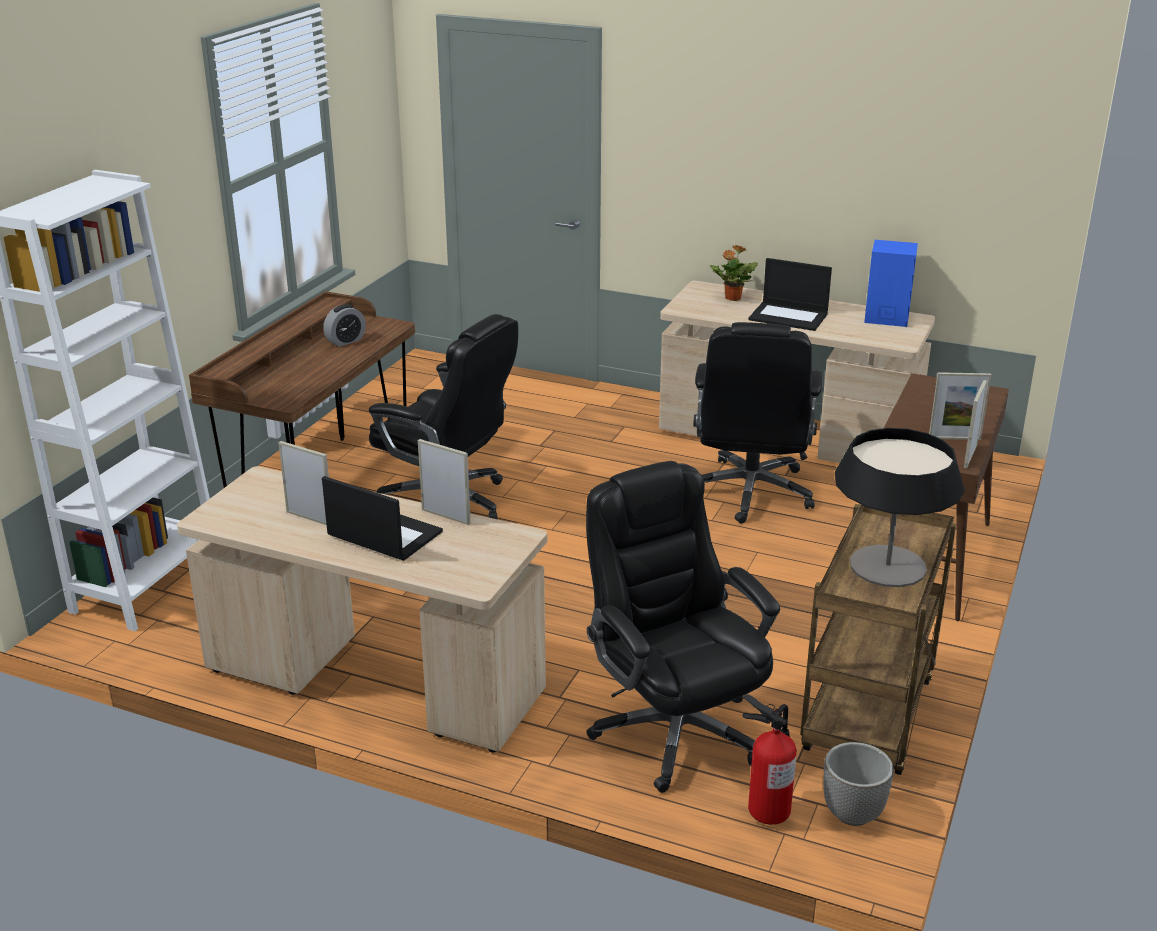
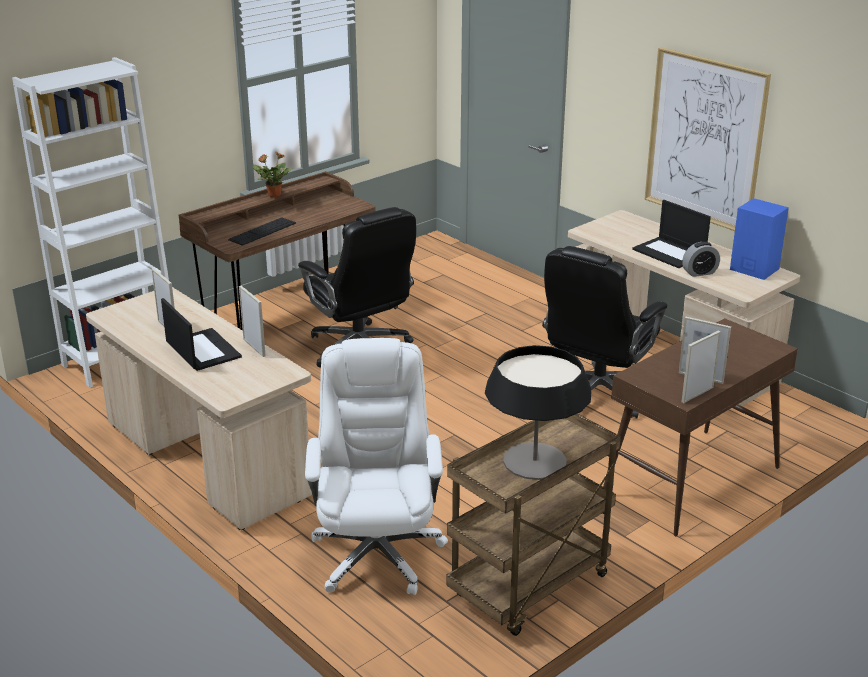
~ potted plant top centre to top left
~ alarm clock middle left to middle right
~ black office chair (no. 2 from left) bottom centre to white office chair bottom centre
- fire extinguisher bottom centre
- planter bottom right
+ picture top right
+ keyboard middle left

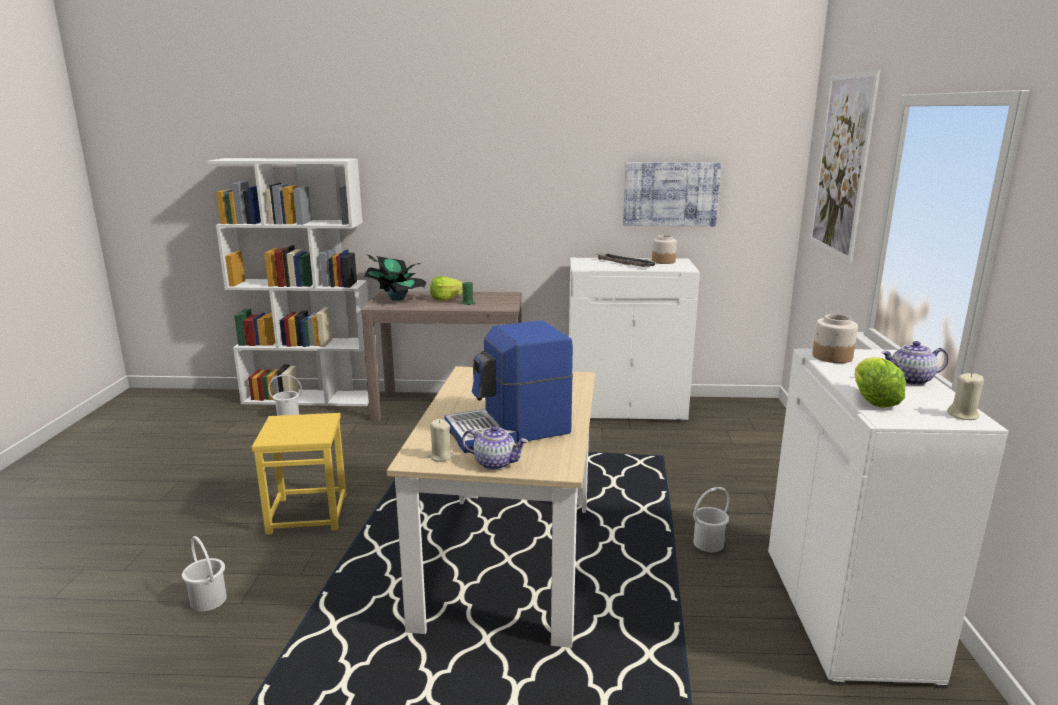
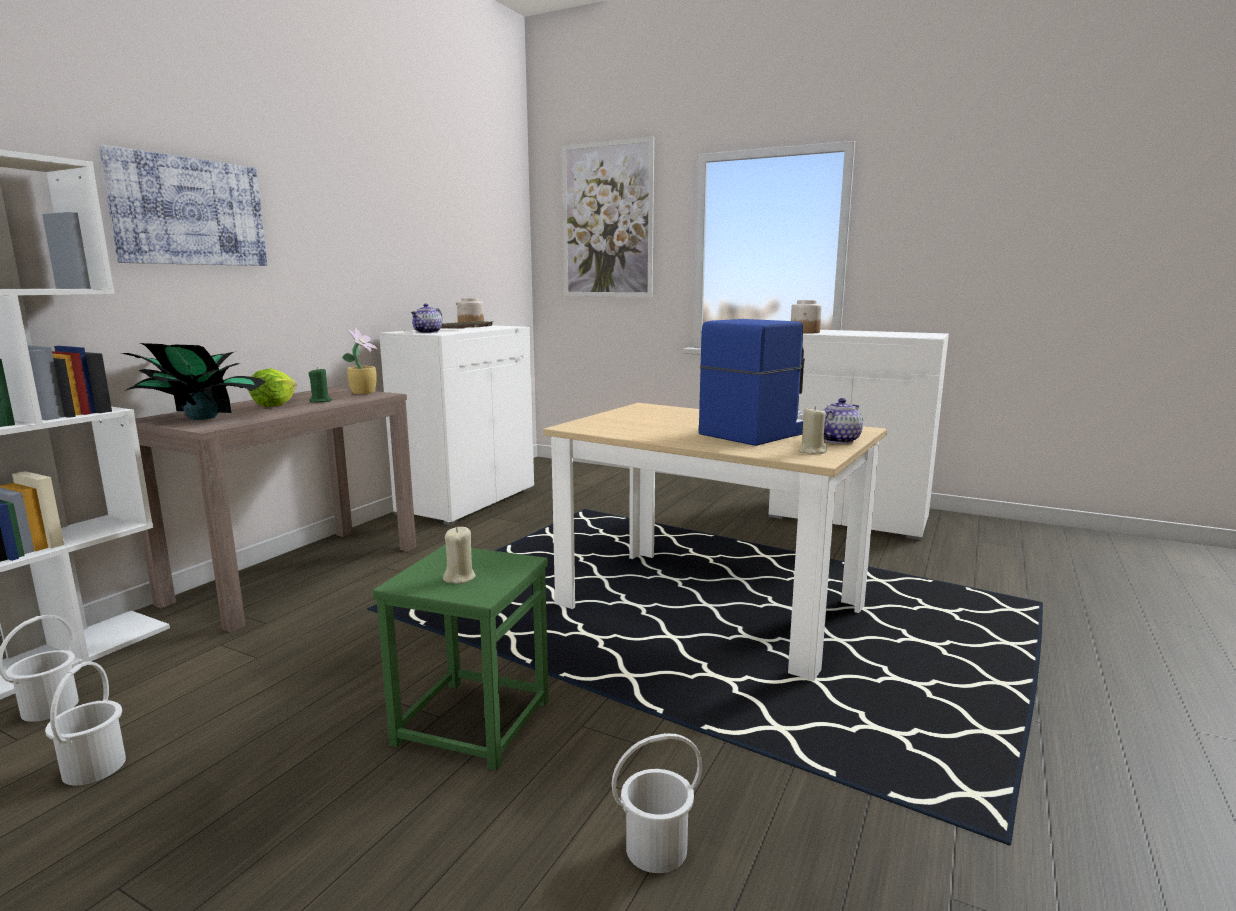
~ picture (no. 1 from left) top centre to top left
~ coffee machine centre = centre 135 degrees counterclockwise
~ teapot (no. 2 from left in the first image) middle right to teapot (no. 1 from left) centre
- lettuce (no. 2 from left) middle right
~ beige candle (no. 2 from left in the first image) middle right to beige candle (no. 1 from left) centre
~ yellow stool bottom left to green stool bottom centre
~ white bucket (no. 3 from left in the first image) bottom right to white bucket (no. 2 from left) bottom left
+ potted plant (no. 2 from left) middle left

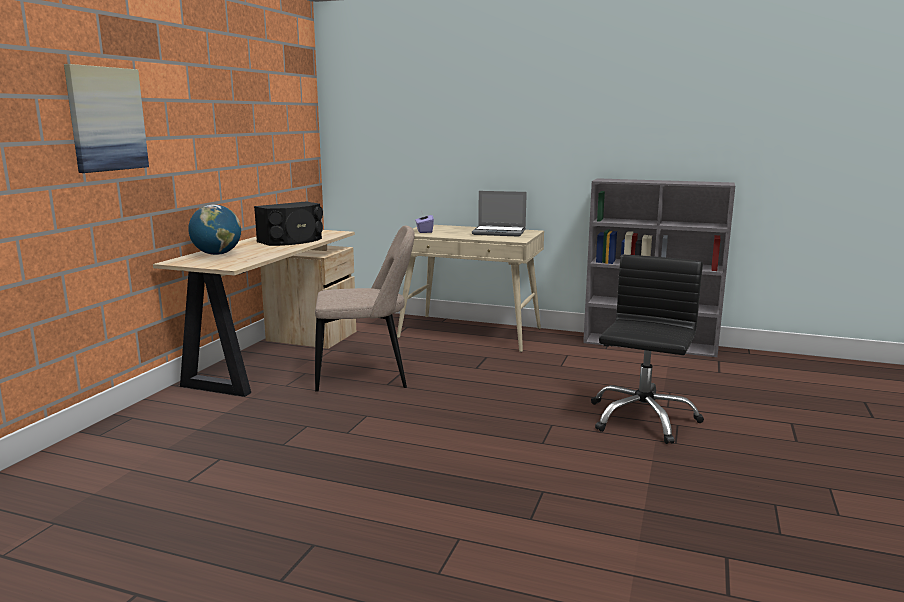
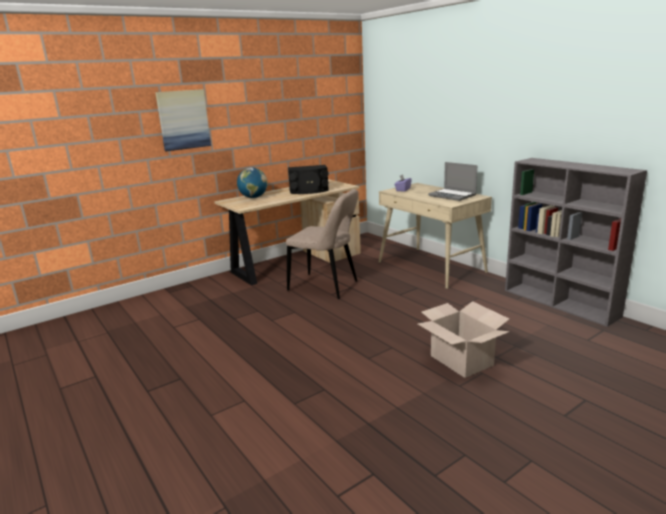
~ black office chair middle right to cardboard box middle right

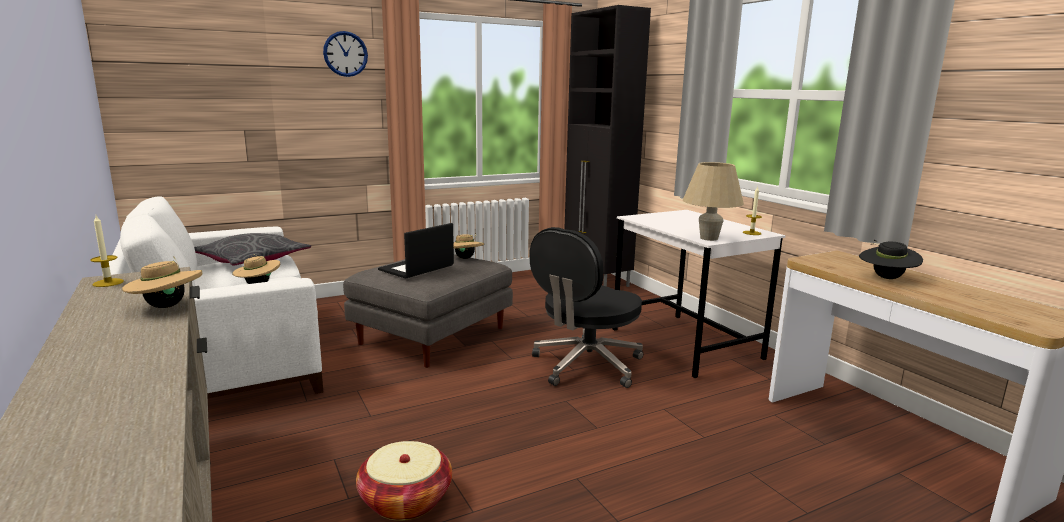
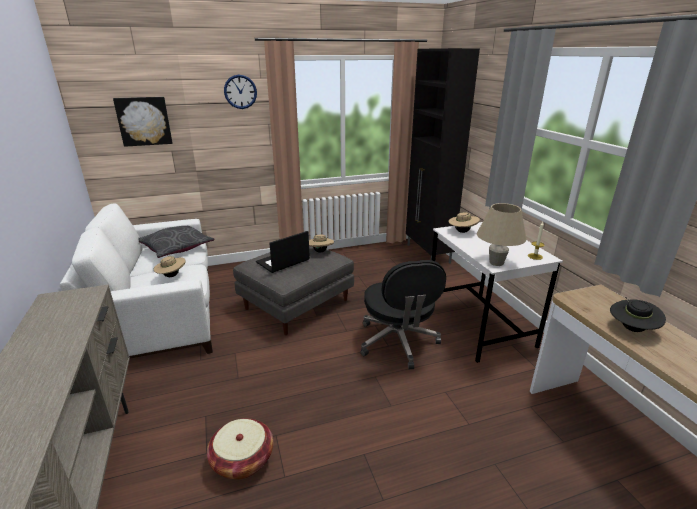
- candle (no. 1 from left) middle left
~ black office chair centre = centre 60 degrees counterclockwise
~ beige hat (no. 1 from left in the first image) middle left to beige hat (no. 3 from left) centre
+ picture top left

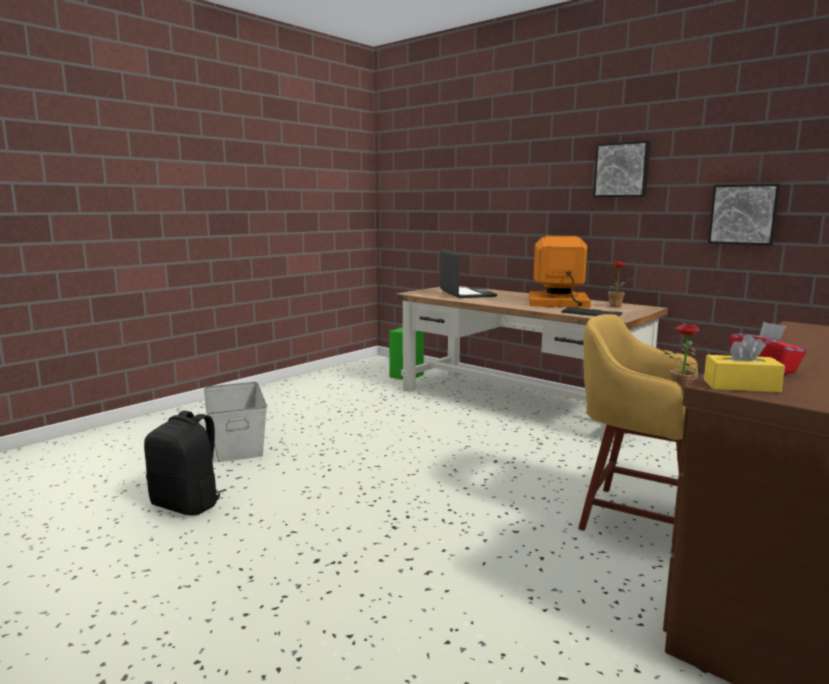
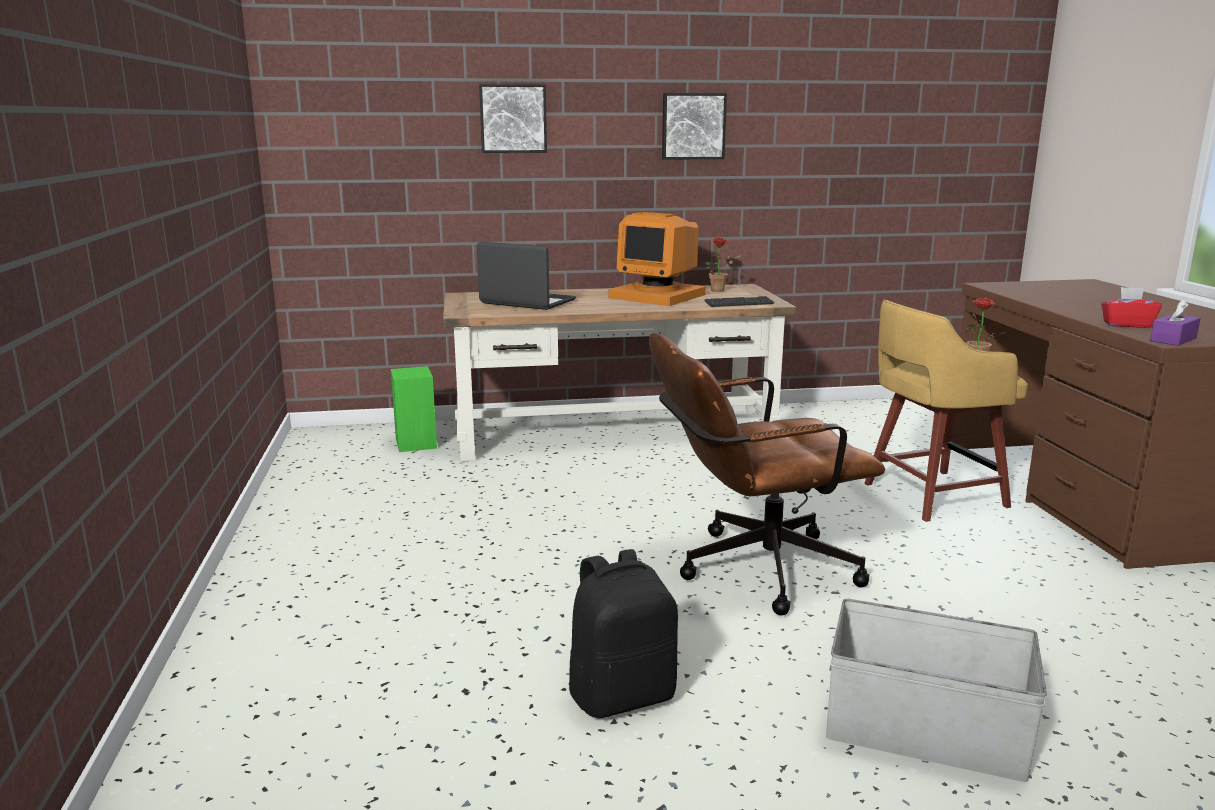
~ picture (no. 2 from left in the first image) top right to picture (no. 1 from left) top centre
~ monitor middle right = top centre 105 degrees counterclockwise
~ yellow tissue box middle right to purple tissue box middle right
~ grey storage box middle left to bottom right
+ brown office chair centre

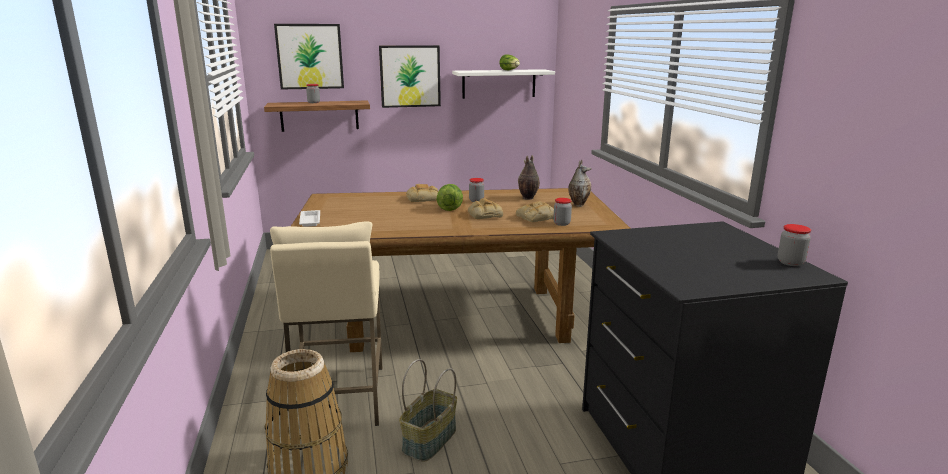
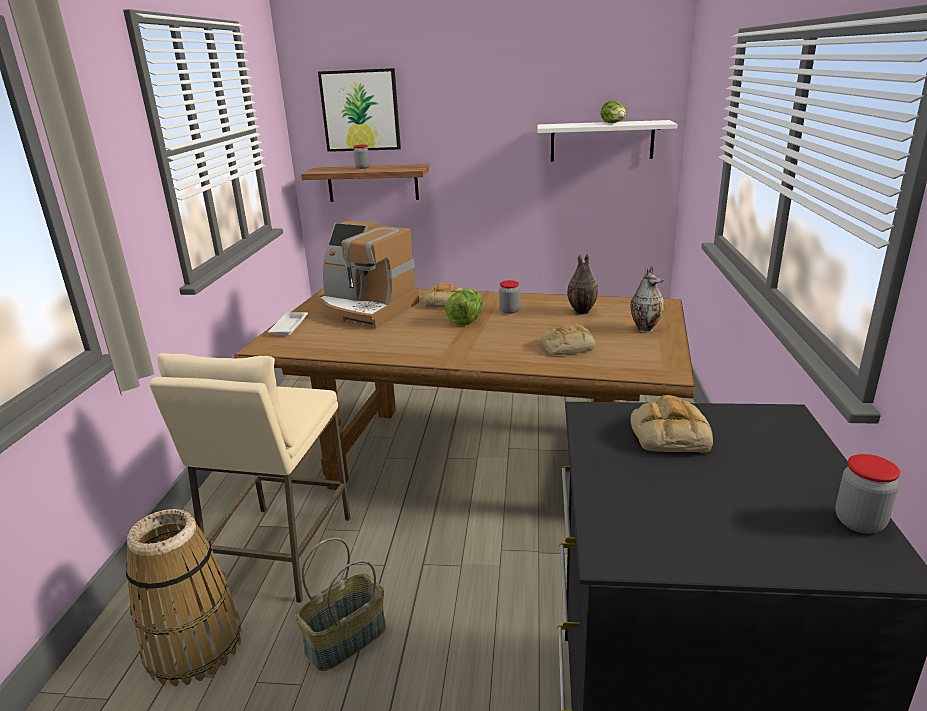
- picture (no. 2 from left) top centre
~ bread (no. 2 from left in the first image) centre to bread (no. 3 from left) middle right
- jar (no. 3 from left) centre
+ coffee machine centre

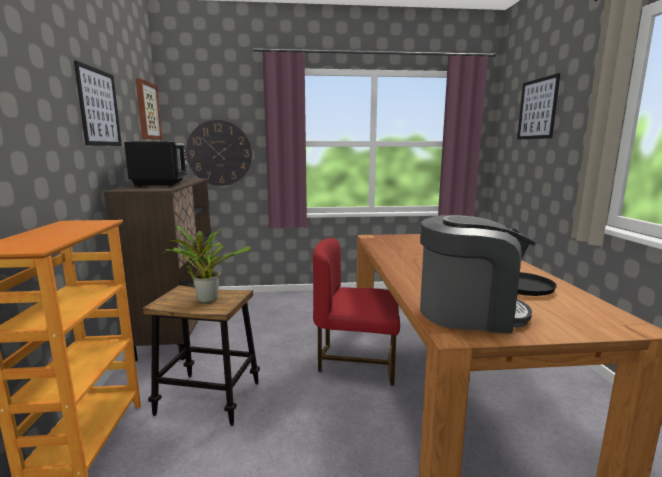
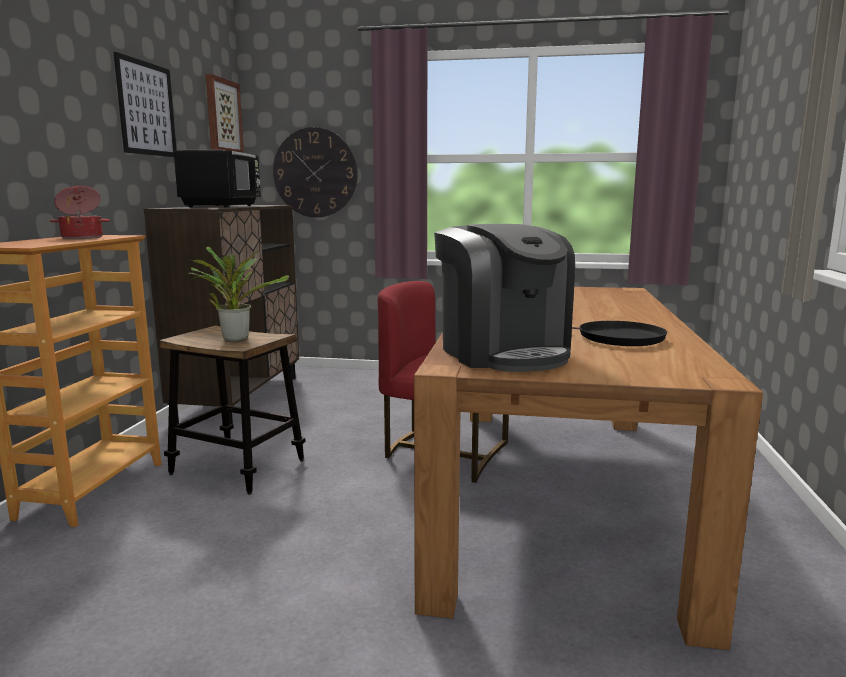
- picture (no. 3 from left) top right
~ coffee machine middle right = centre 45 degrees clockwise
+ cooking pot top left

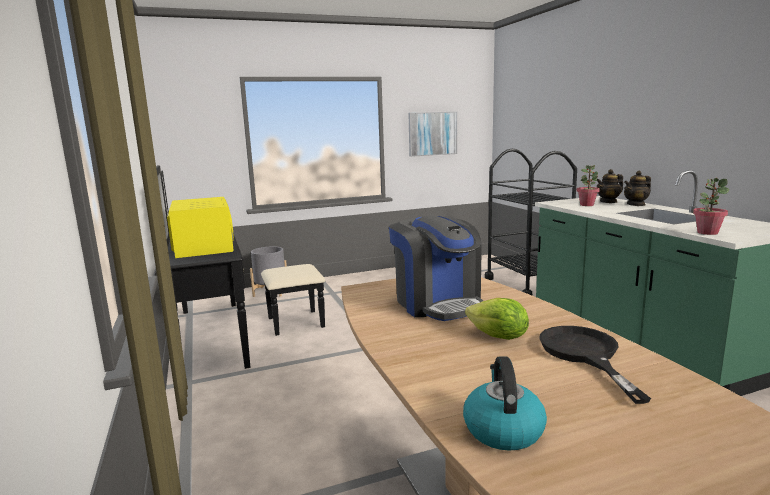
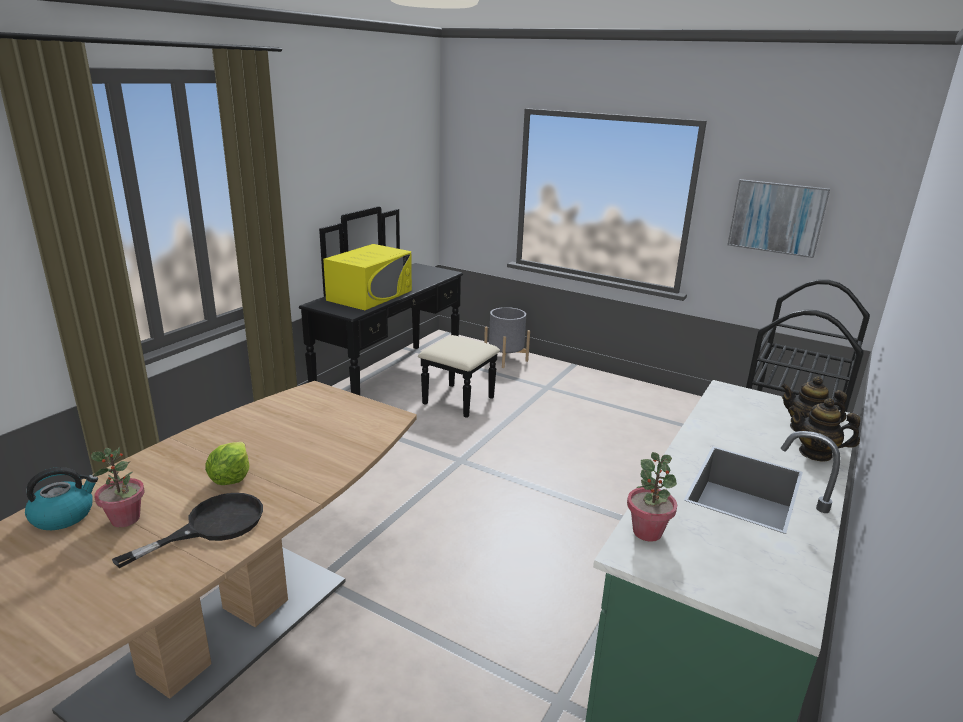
~ potted plant (no. 1 from left) middle right to bottom left
- coffee machine centre

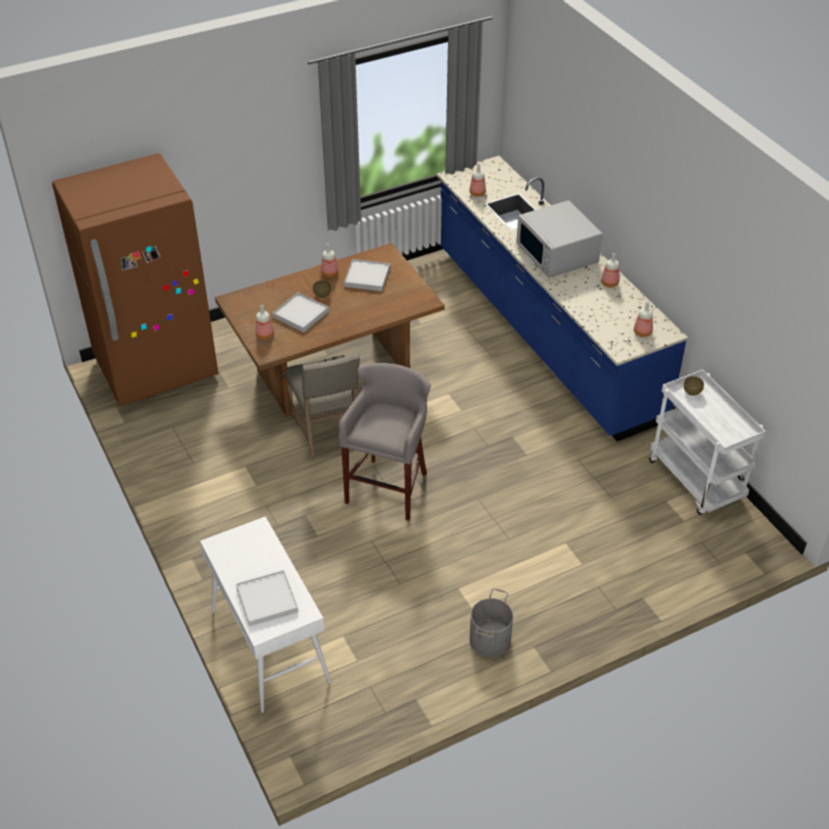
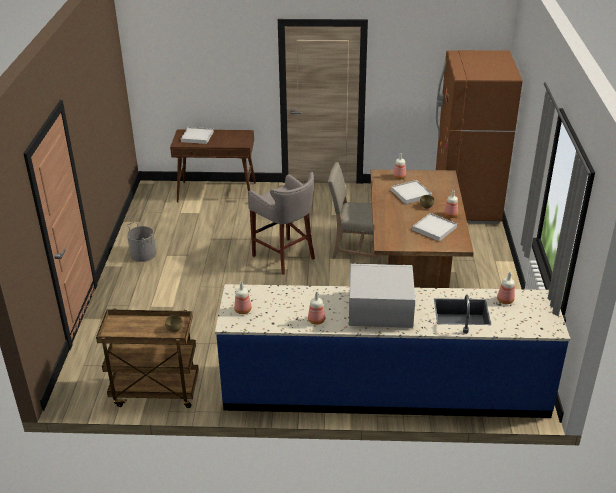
~ white cart middle right to brown cart bottom left
~ white console table bottom left to brown console table centre

